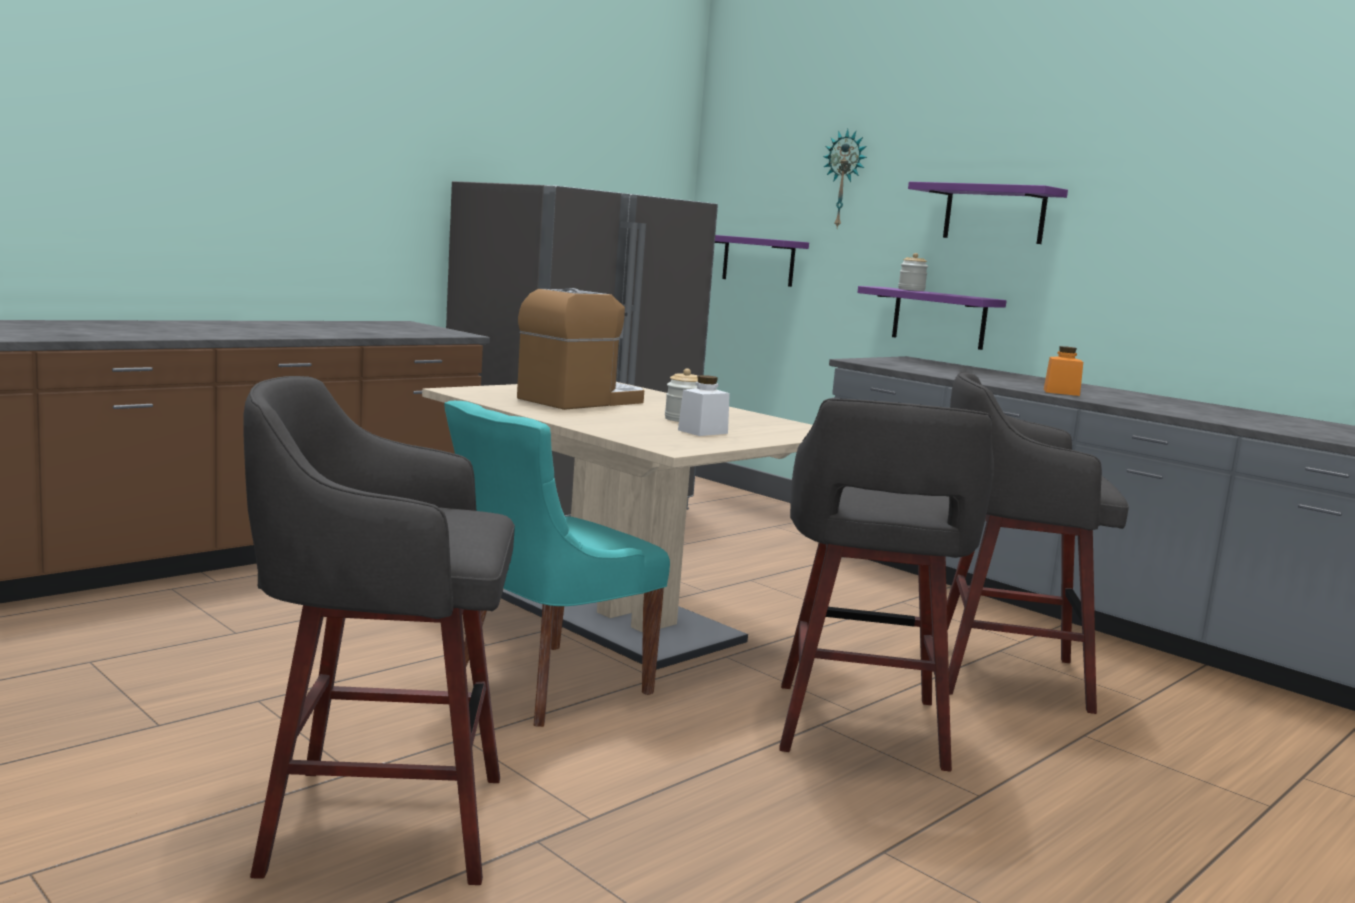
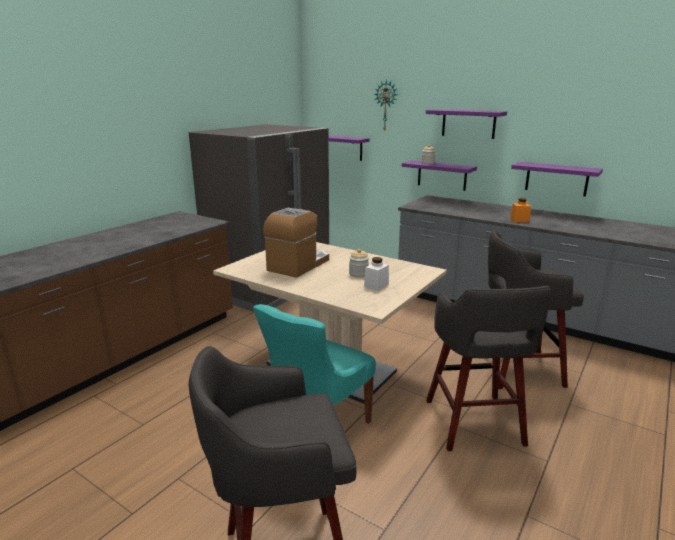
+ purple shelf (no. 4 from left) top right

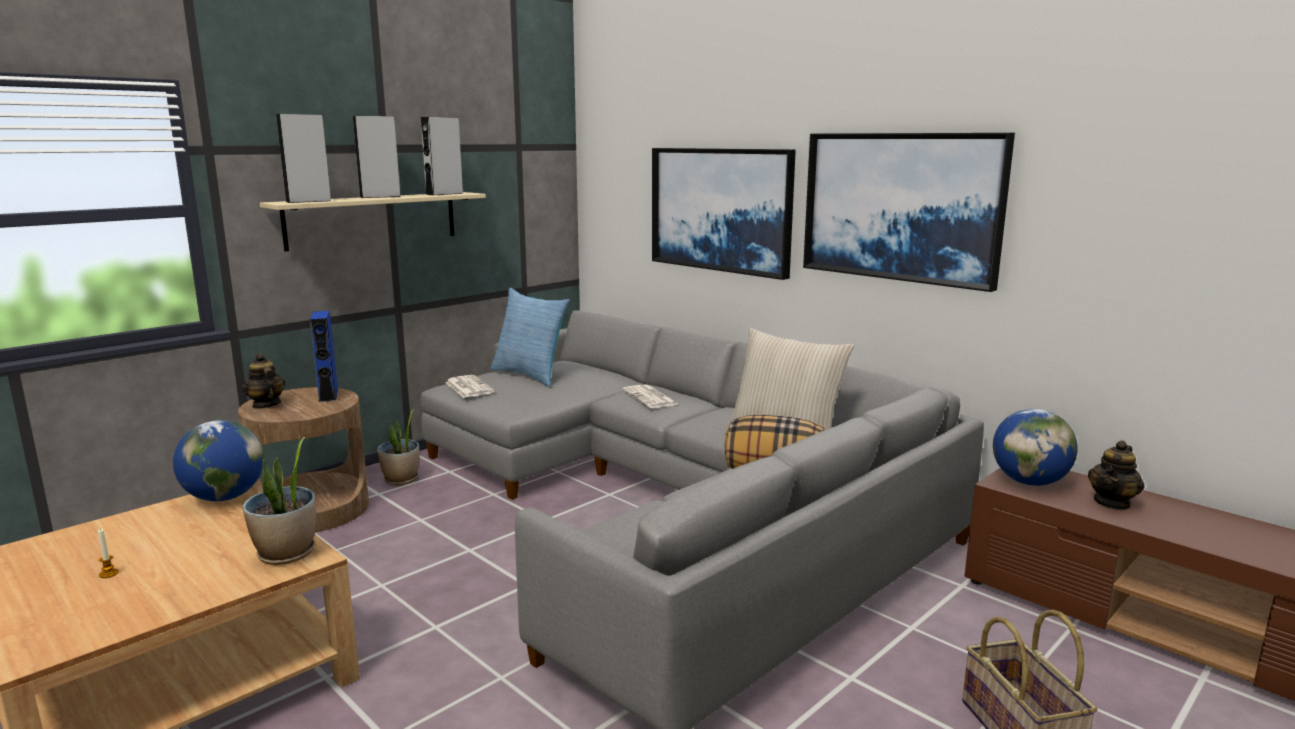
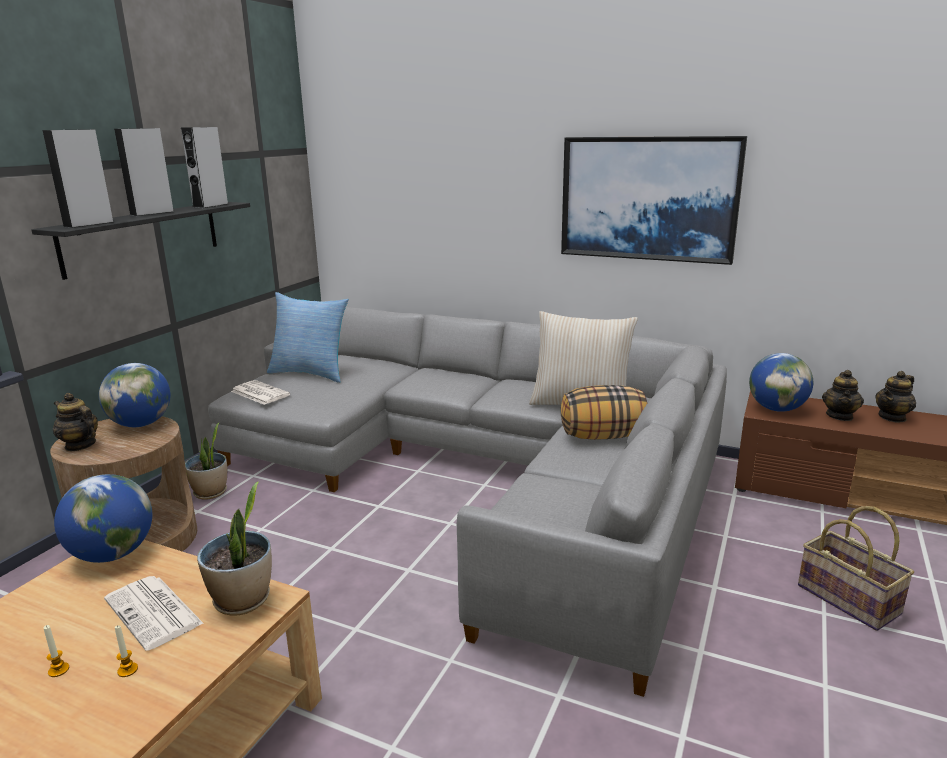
- picture (no. 1 from left) top centre
~ beige shelf top left to black shelf top left
~ blue speaker middle left to globe (no. 2 from left) middle left
~ newspaper (no. 2 from left in the first image) centre to newspaper (no. 1 from left) bottom left
+ teapot (no. 3 from left) middle right
+ candle (no. 2 from left) bottom left

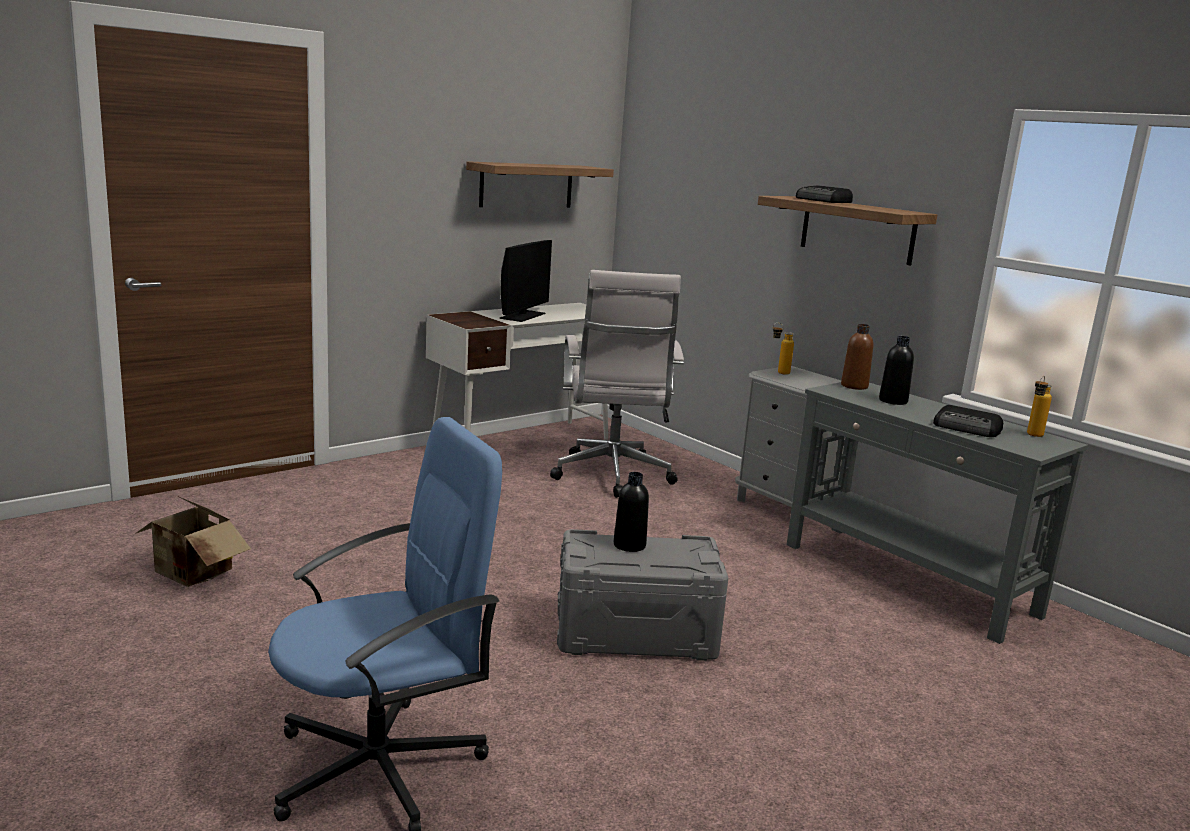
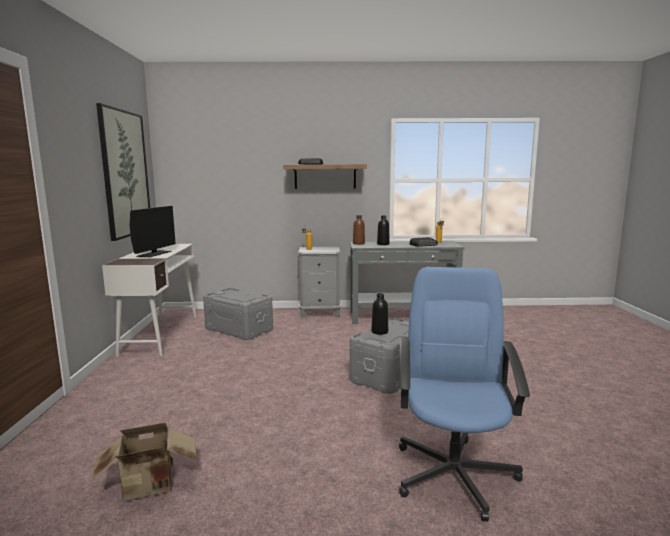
~ shelf (no. 1 from left) top centre to picture top left
~ monitor centre = middle left 45 degrees clockwise
~ white office chair centre to grey storage box (no. 1 from left) centre

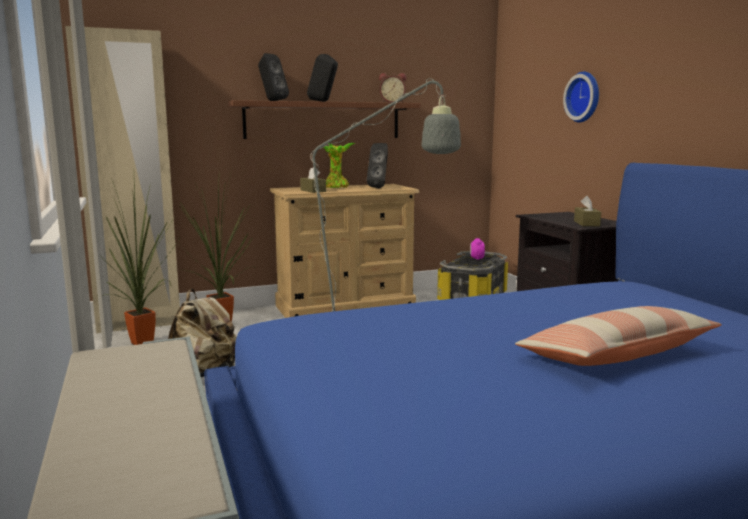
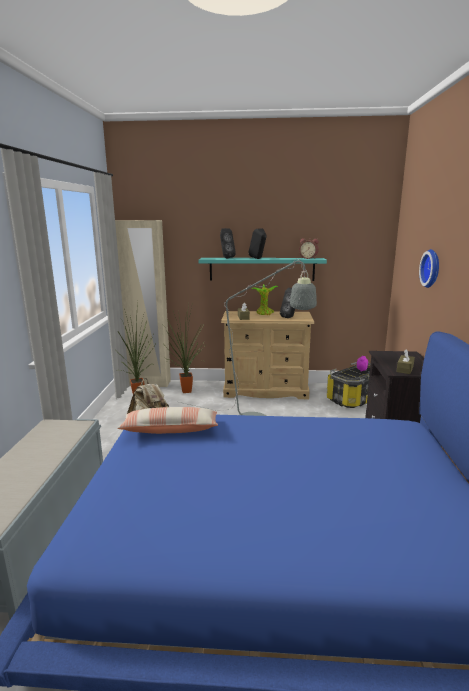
~ brown shelf top centre to turquoise shelf centre
~ pillow middle right to centre

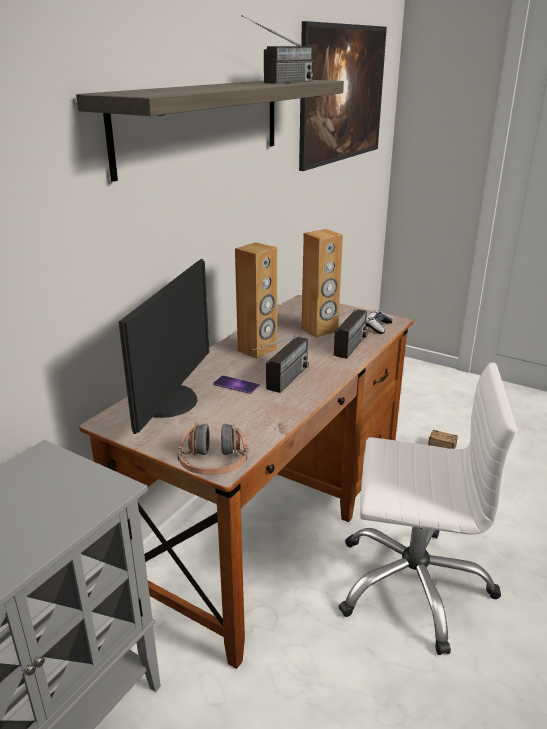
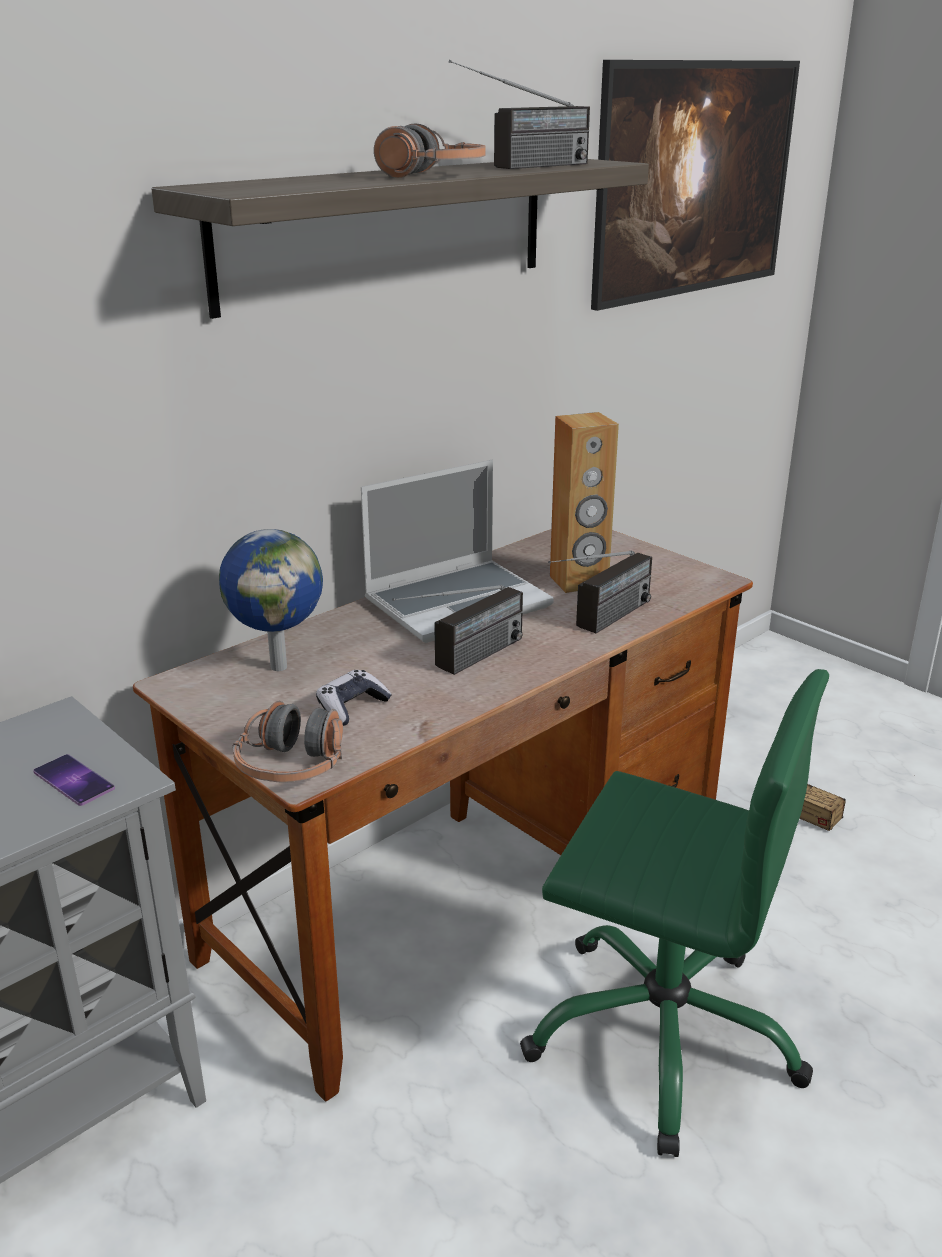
~ brown speaker (no. 1 from left) centre to laptop centre
~ monitor middle left to globe middle left
~ game controller middle right to centre
~ white office chair bottom right to green office chair bottom right
~ phone centre to middle left
+ headphones (no. 2 from left) top centre

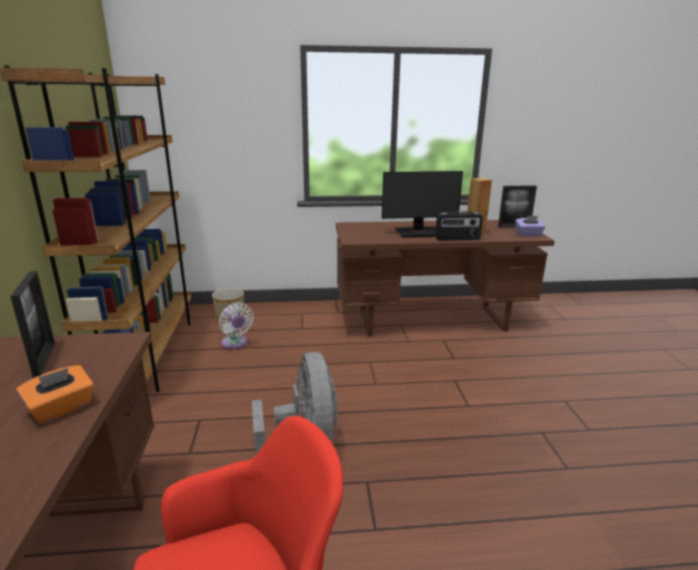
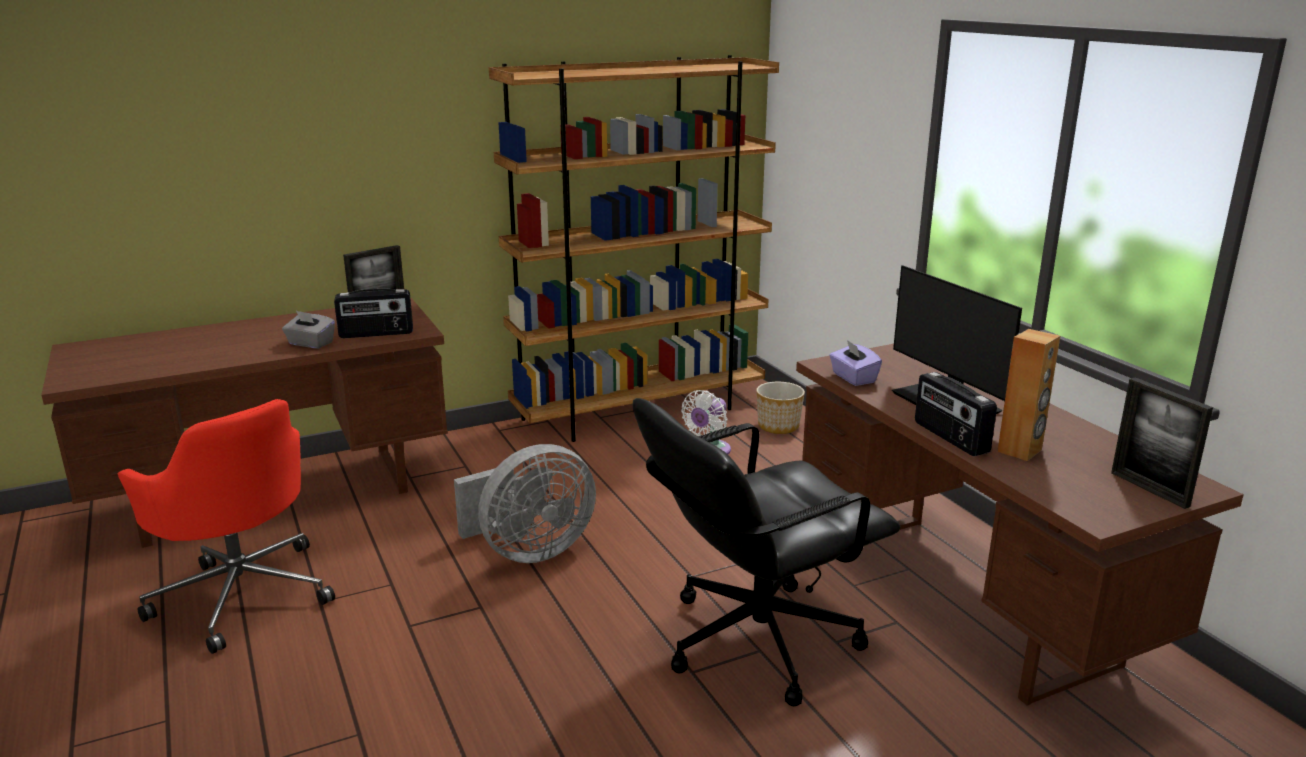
~ purple tissue box middle right to centre
~ orange tissue box bottom left to grey tissue box middle left
+ radio (no. 1 from left) middle left
+ black office chair bottom centre

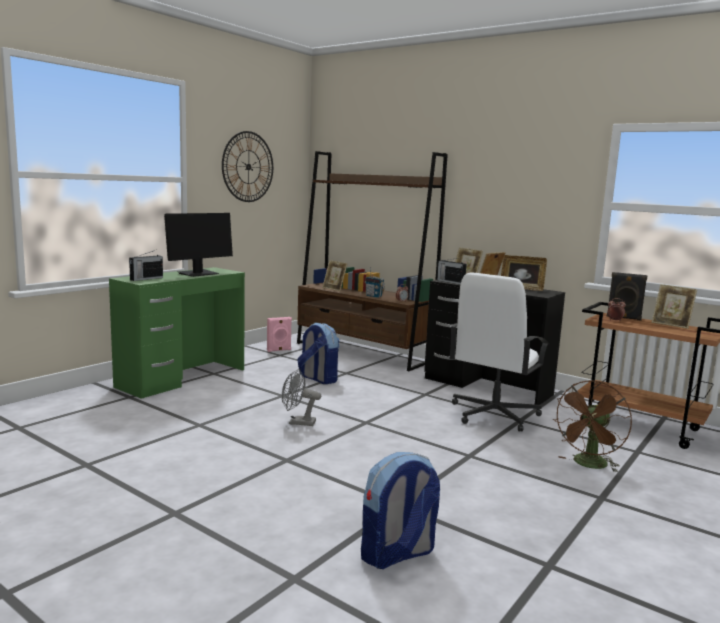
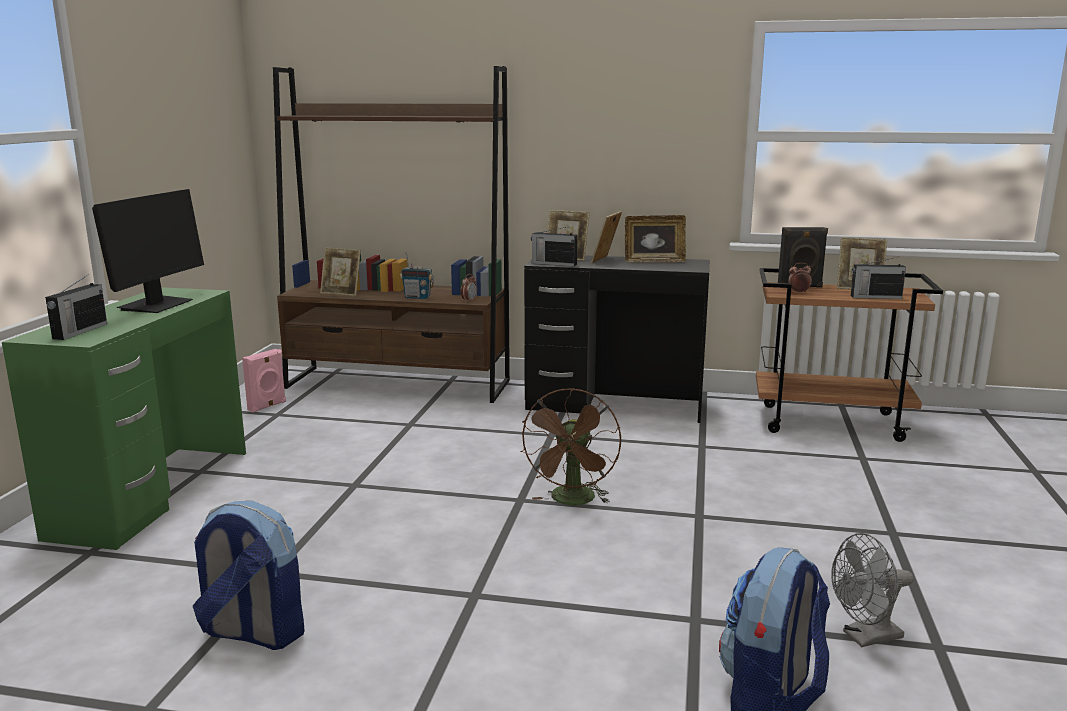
- wall clock top centre
- white office chair middle right
~ backpack (no. 1 from left) centre to bottom left
~ grey fan centre to bottom right
~ brown fan bottom right to centre
+ radio (no. 4 from left) middle right

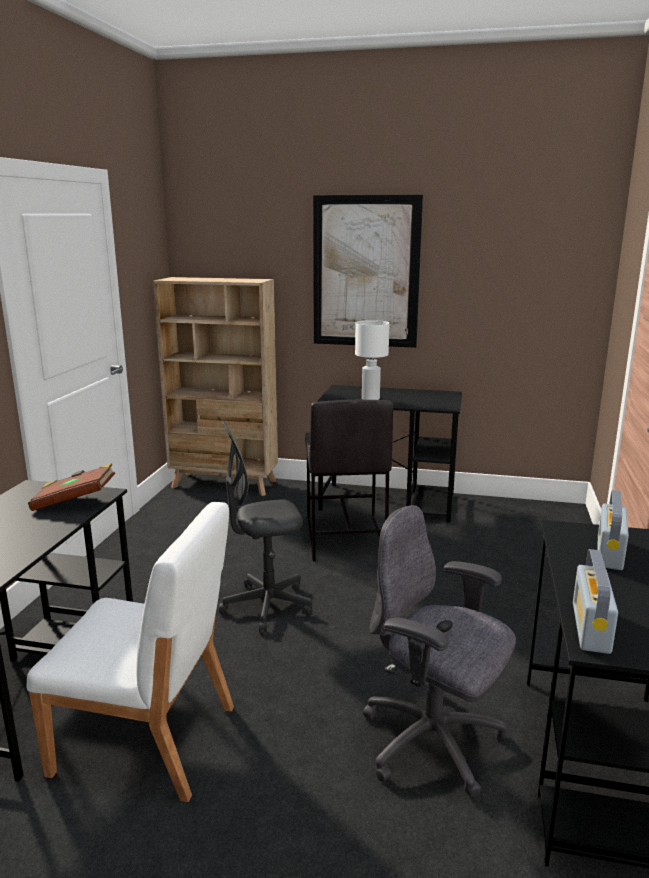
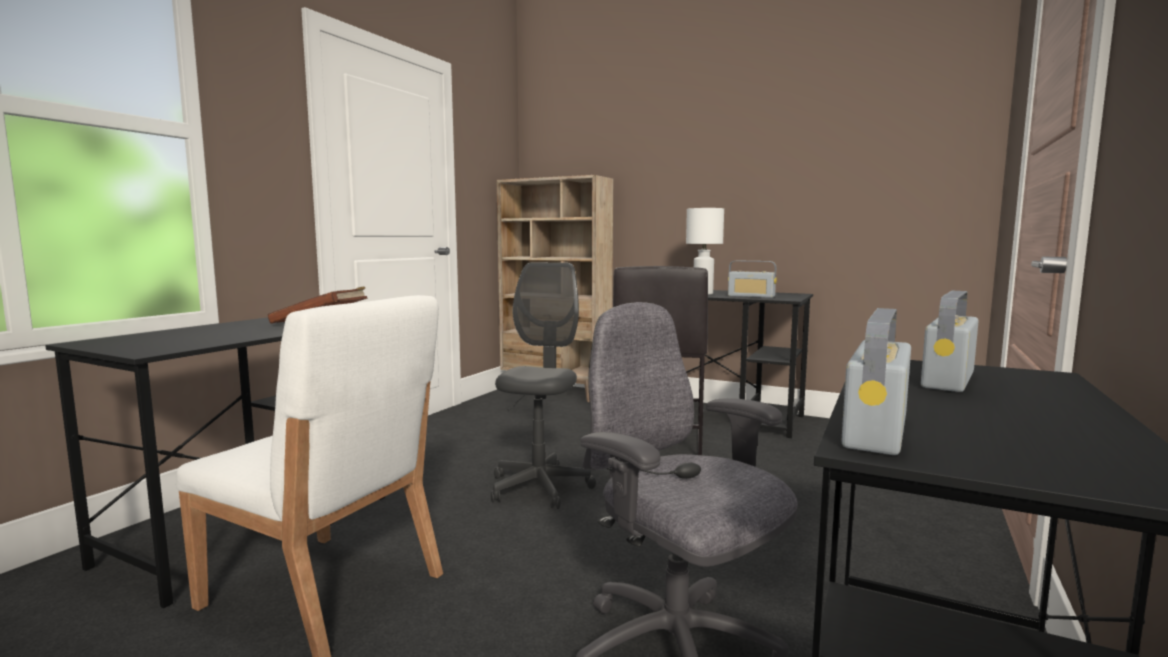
- picture top centre
~ grey office chair (no. 1 from left) centre = centre 105 degrees clockwise
+ radio (no. 1 from left) centre

